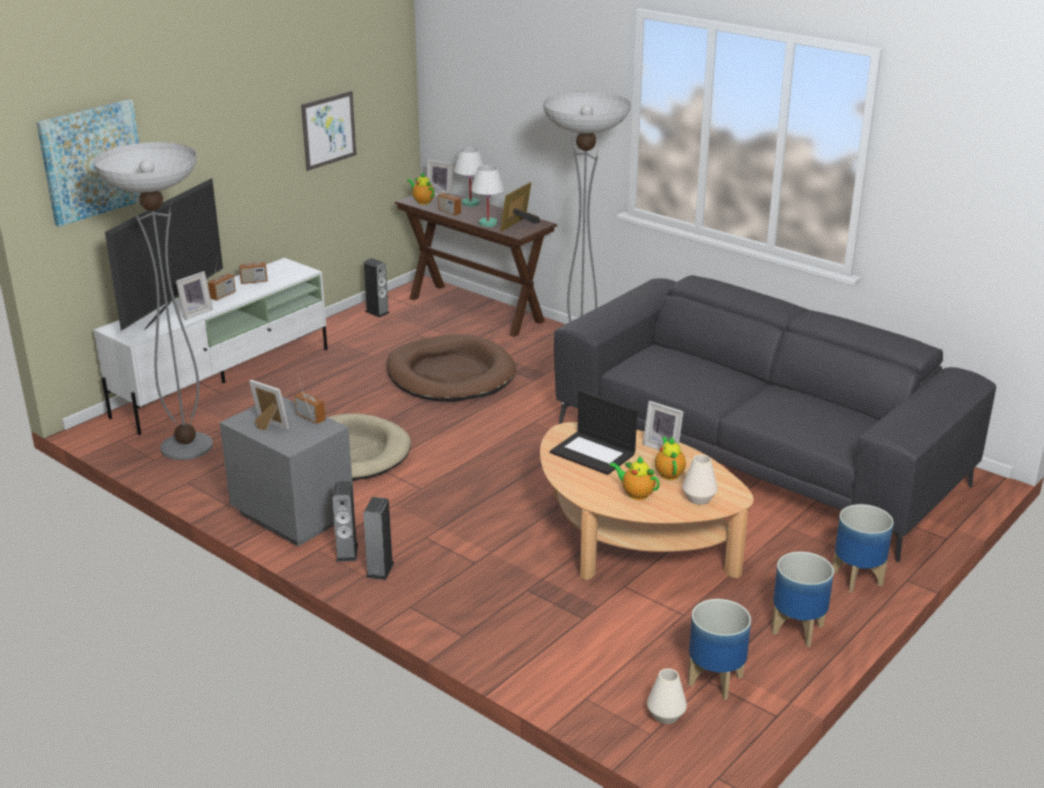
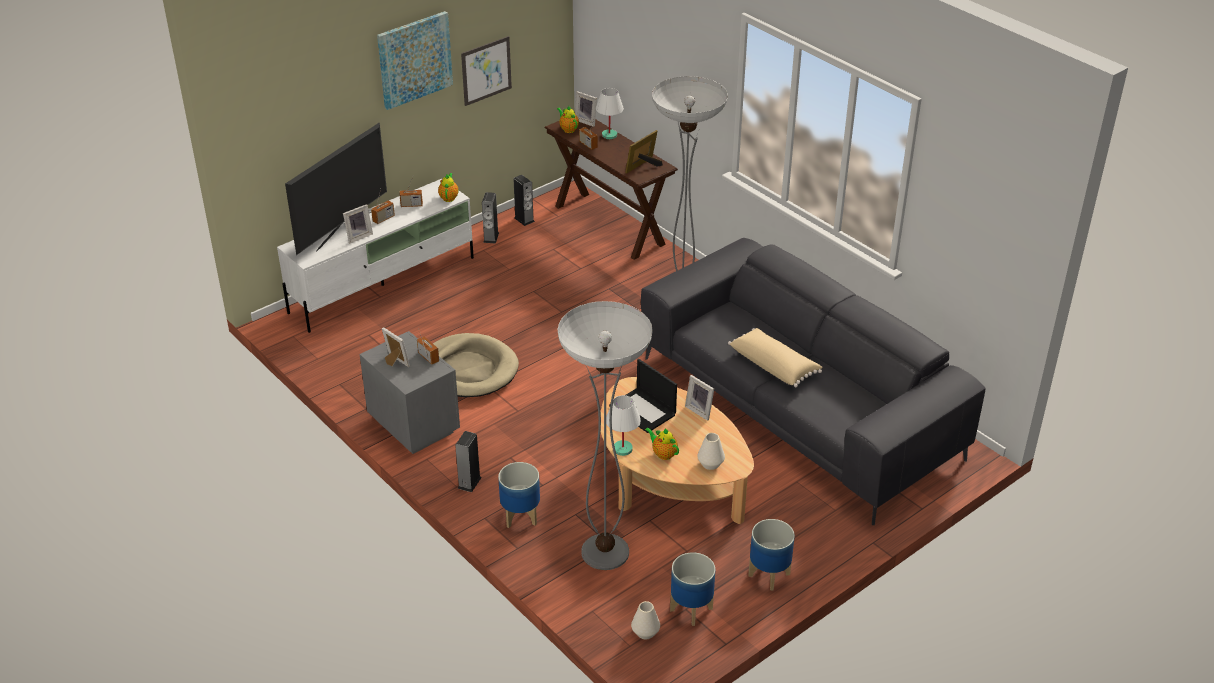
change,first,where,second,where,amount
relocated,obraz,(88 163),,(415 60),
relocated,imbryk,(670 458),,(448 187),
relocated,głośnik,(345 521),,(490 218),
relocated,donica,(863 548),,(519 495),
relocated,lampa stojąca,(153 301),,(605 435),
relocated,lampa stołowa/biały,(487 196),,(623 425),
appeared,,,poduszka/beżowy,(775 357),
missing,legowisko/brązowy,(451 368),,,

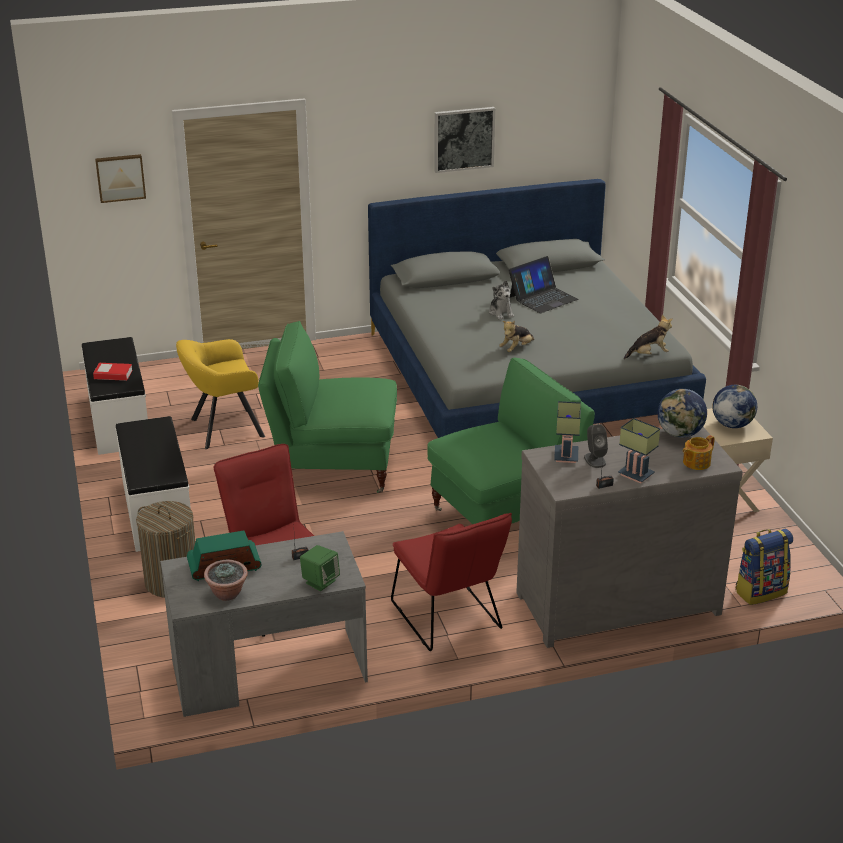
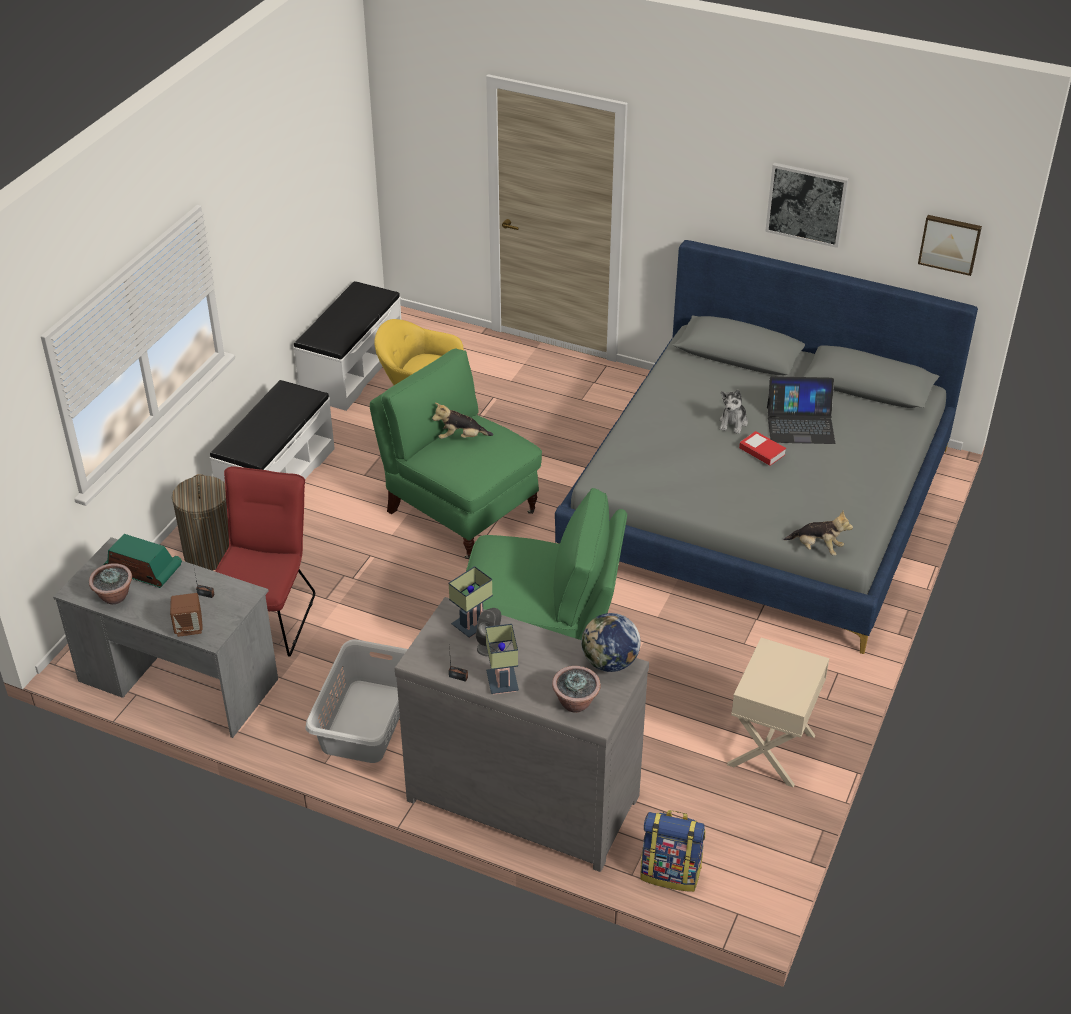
change,first,where,second,where,amount
colour,głośnik/zielony,(320 568),głośnik/brązowy,(186 615),
exchanged,krzesło/czerwony,(451 582),kosz na pranie/szary,(356 701),
relocated,pluszak,(516 336),,(462 421),
exchanged,imbryk,(699 452),roślina doniczkowa,(576 689),
relocated,książka,(113 372),,(762 448),
relocated,obraz,(120 178),,(950 245),
missing,globus,(735 406),,,

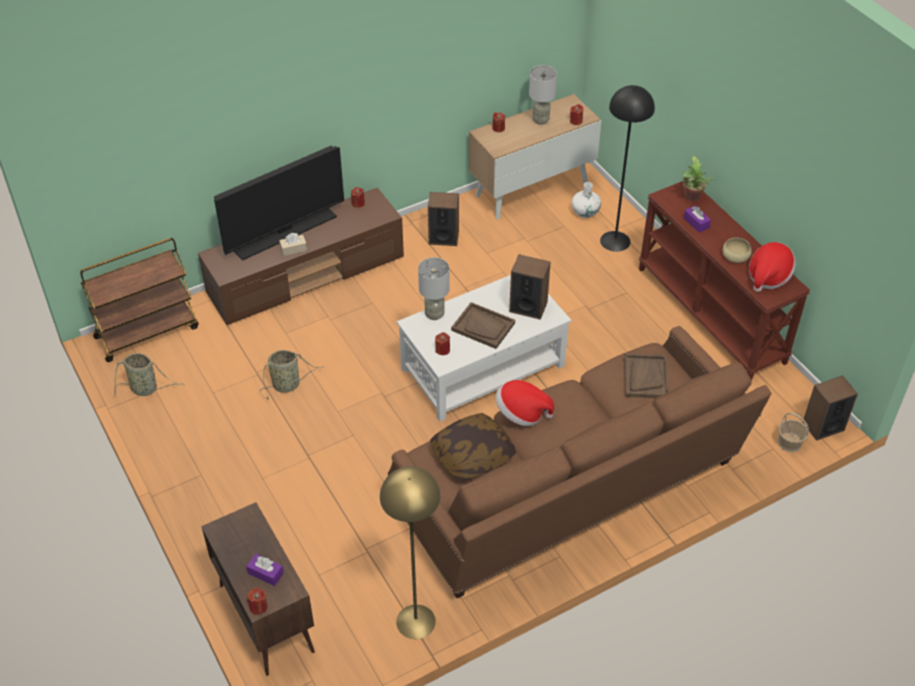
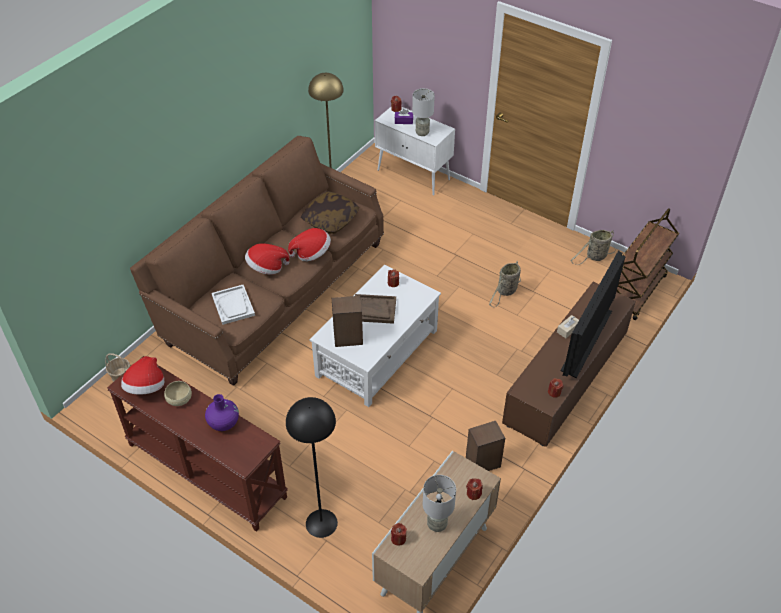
change,first,where,second,where,amount
exchanged,pudełko chusteczek/fioletowy,(697 219),wazon/fioletowy,(222 412),
colour,taca/brązowy,(646 375),taca/biały,(233 305),
appeared,,,kapelusz,(267 259),
colour,szafka/brązowy,(258 589),szafka/biały,(415 151),
relocated,lampa stołowa/szary,(434 288),,(423 112),
missing,wazon/biały,(586 200),,,
missing,roślina doniczkowa,(698 178),,,
missing,głośnik,(830 408),,,

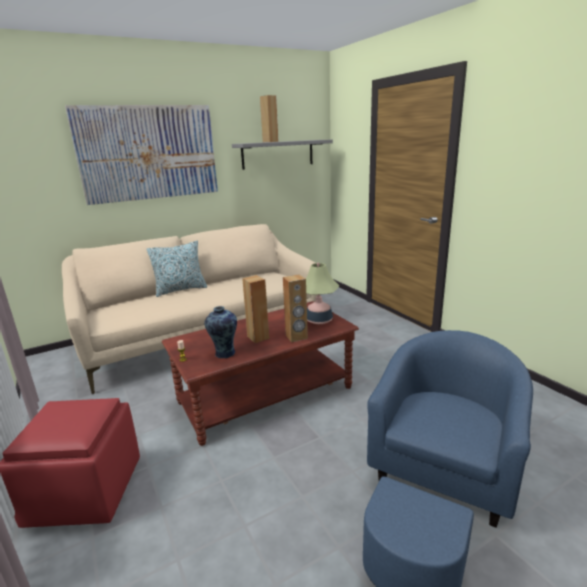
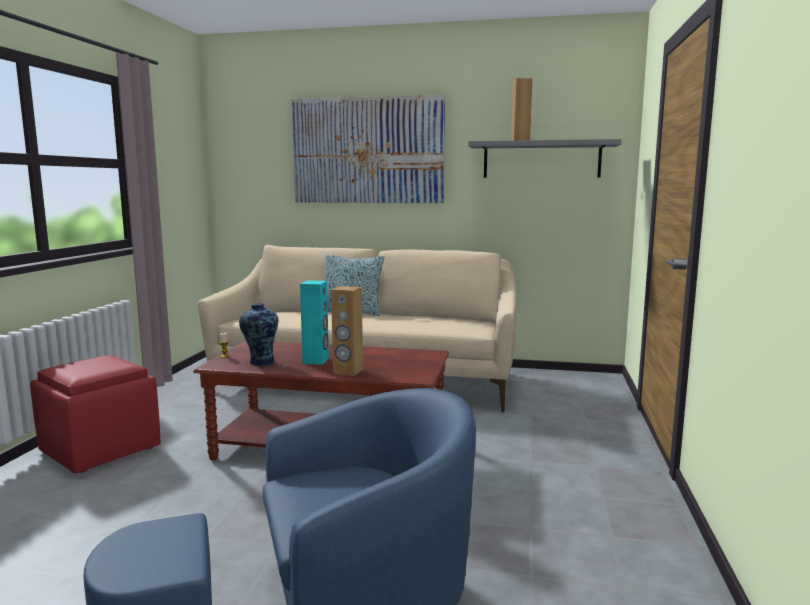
change,first,where,second,where,amount
colour,głośnik/brązowy,(255 309),głośnik/turkusowy,(314 323),
missing,lampa stołowa,(322 293),,,

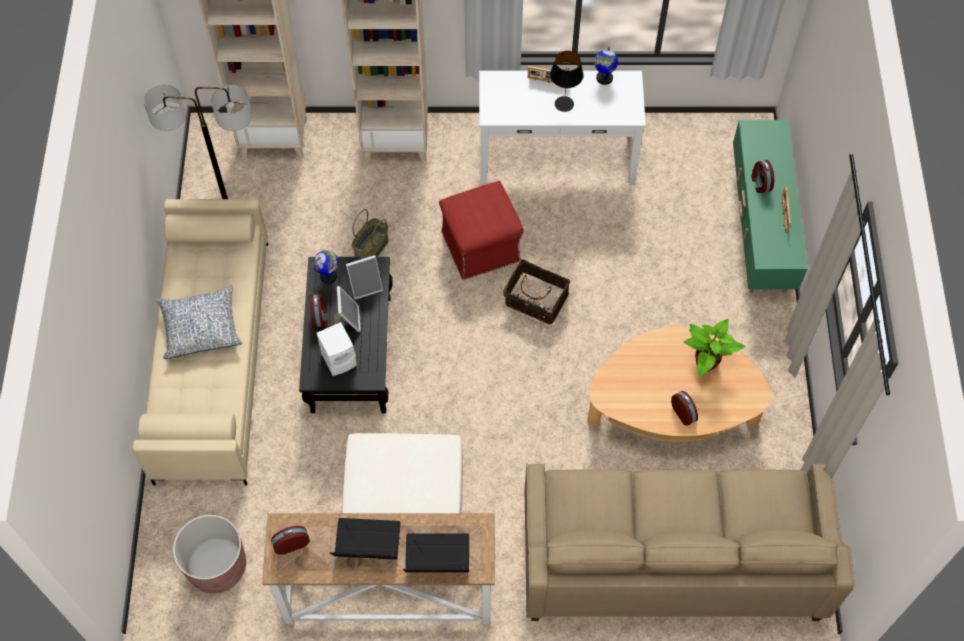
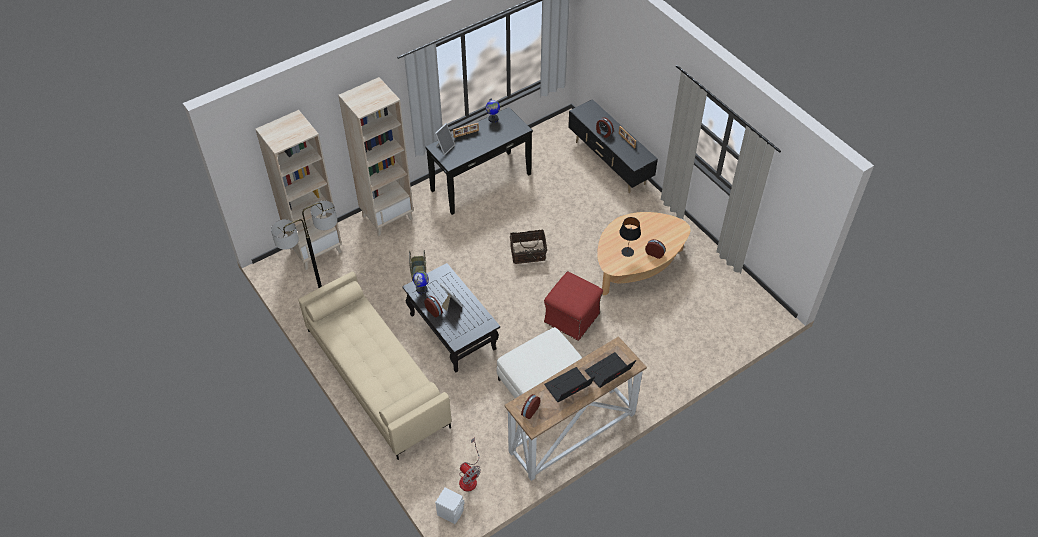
change,first,where,second,where,amount
colour,stolik konsolowy/biały,(562 128),stolik konsolowy/czarny,(479 161),
relocated,ramka na zdjęcie,(364 277),,(445 139),
relocated,głośnik/biały,(337 349),,(449 505),
exchanged,donica/brązowy,(209 554),wentylator,(470 464),
relocated,pufa/czerwony,(481 230),,(573 306),
colour,szafka pod telewizor/zielony,(770 206),szafka pod telewizor/czarny,(613 146),
relocated,lampa stołowa/czarny,(567 81),,(630 237),
missing,poduszka,(199 322),,,
missing,kanapa/beżowy,(689 542),,,
missing,roślina doniczkowa,(714 347),,,

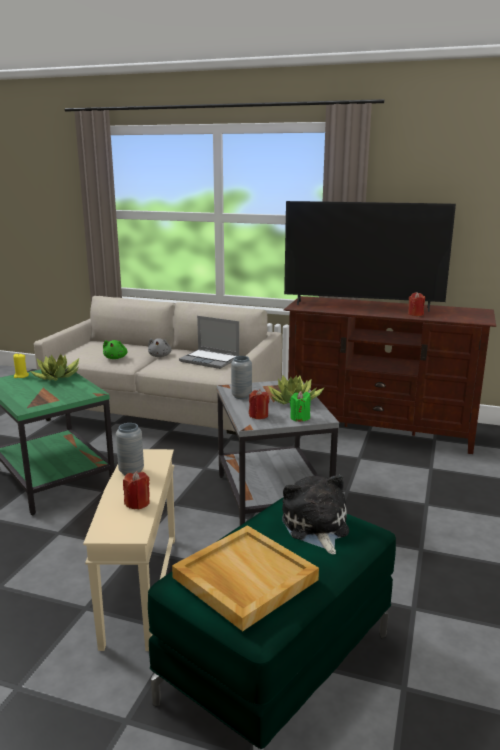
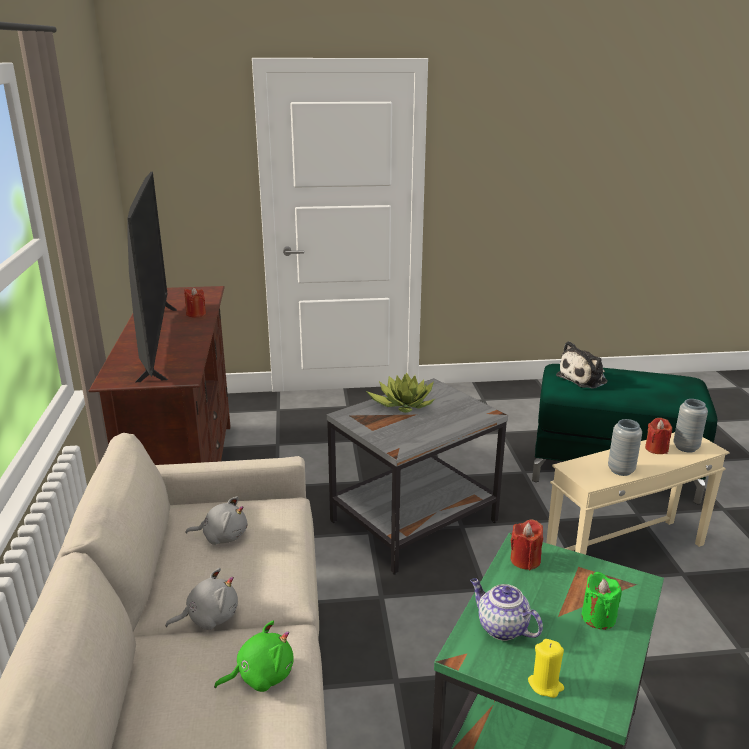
change,first,where,second,where,amount
exchanged,laptop,(209 342),pluszak/szary,(217 520),
exchanged,roślina doniczkowa,(54 367),imbryk,(506 609),
relocated,świeca/czerwony,(259 404),,(527 544),
relocated,świeca/zielony,(300 406),,(601 601),
relocated,wazon/szary,(241 377),,(690 426),
missing,taca/beżowy,(245 578),,,

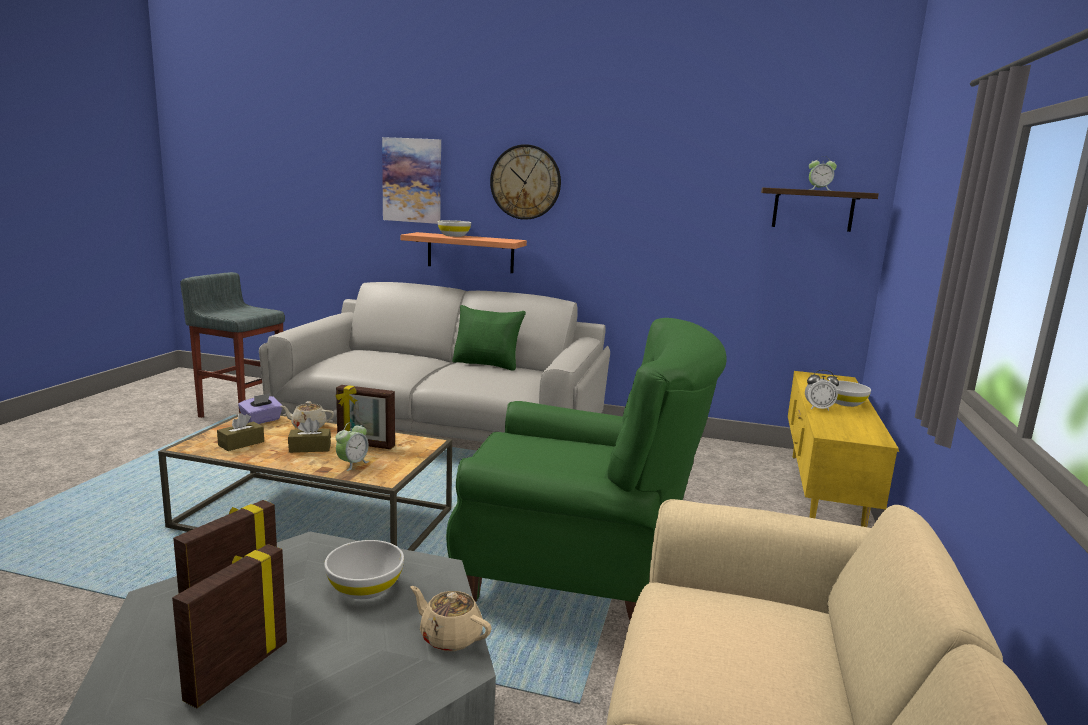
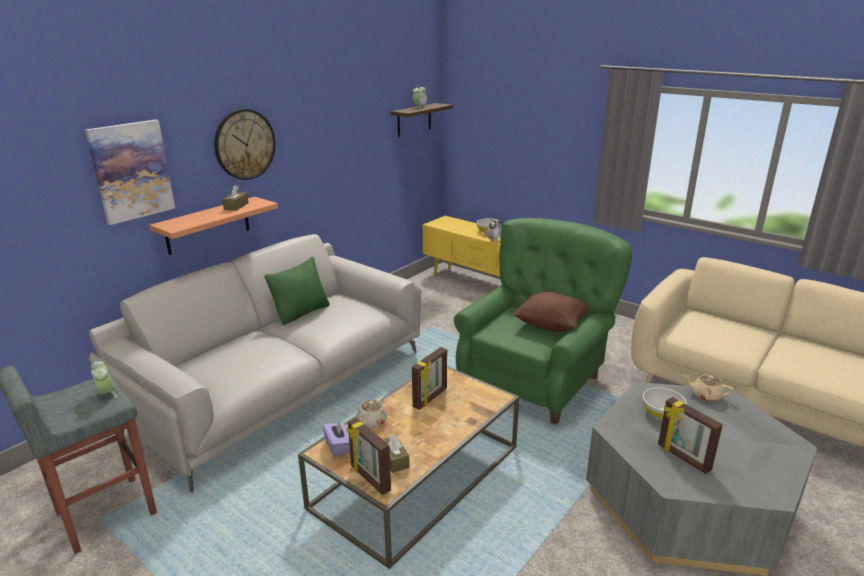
change,first,where,second,where,amount
relocated,budzik,(352 446),,(104 379),
relocated,pudełko chusteczek/brązowy,(309 435),,(235 198),
relocated,ramka na zdjęcie,(229 626),,(369 456),
appeared,,,poduszka/brązowy,(551 312),
spun,imbryk/beżowy,(451 618),,(708 388),60 degrees clockwise
missing,miska/biały,(454 228),,,

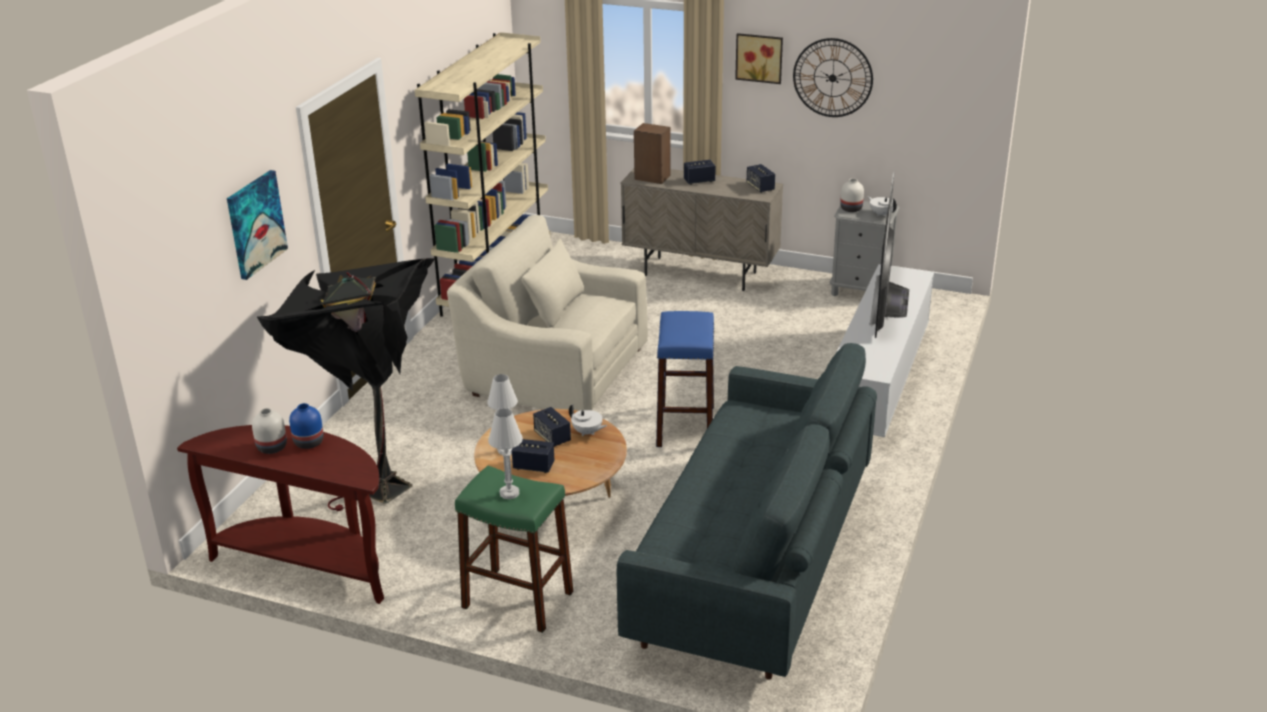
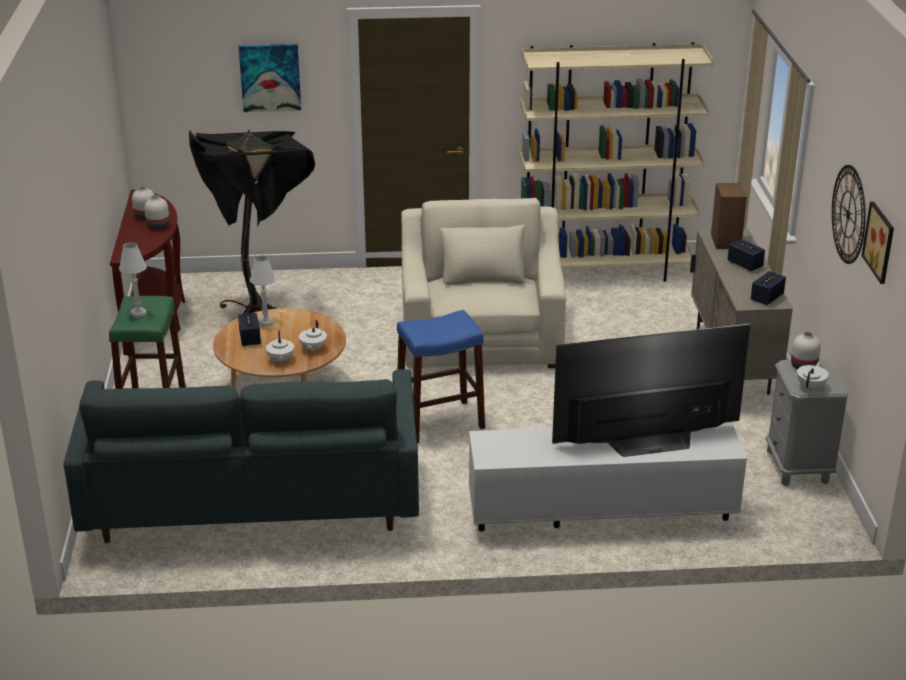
change,first,where,second,where,amount
colour,wazon/niebieski,(306 426),wazon/biały,(156 212),
appeared,,,imbryk/biały,(280 347),
relocated,obraz,(759 58),,(877 242),
missing,głośnik,(552 427),,,

